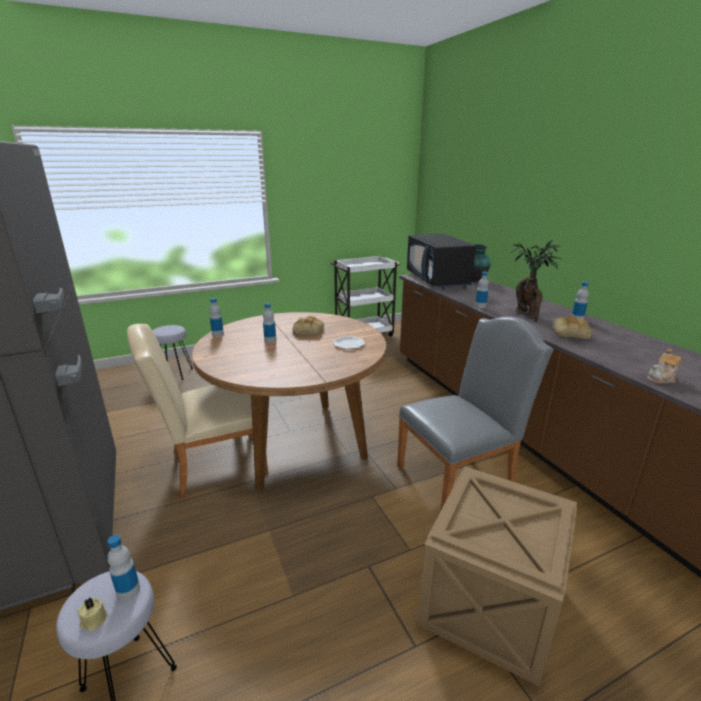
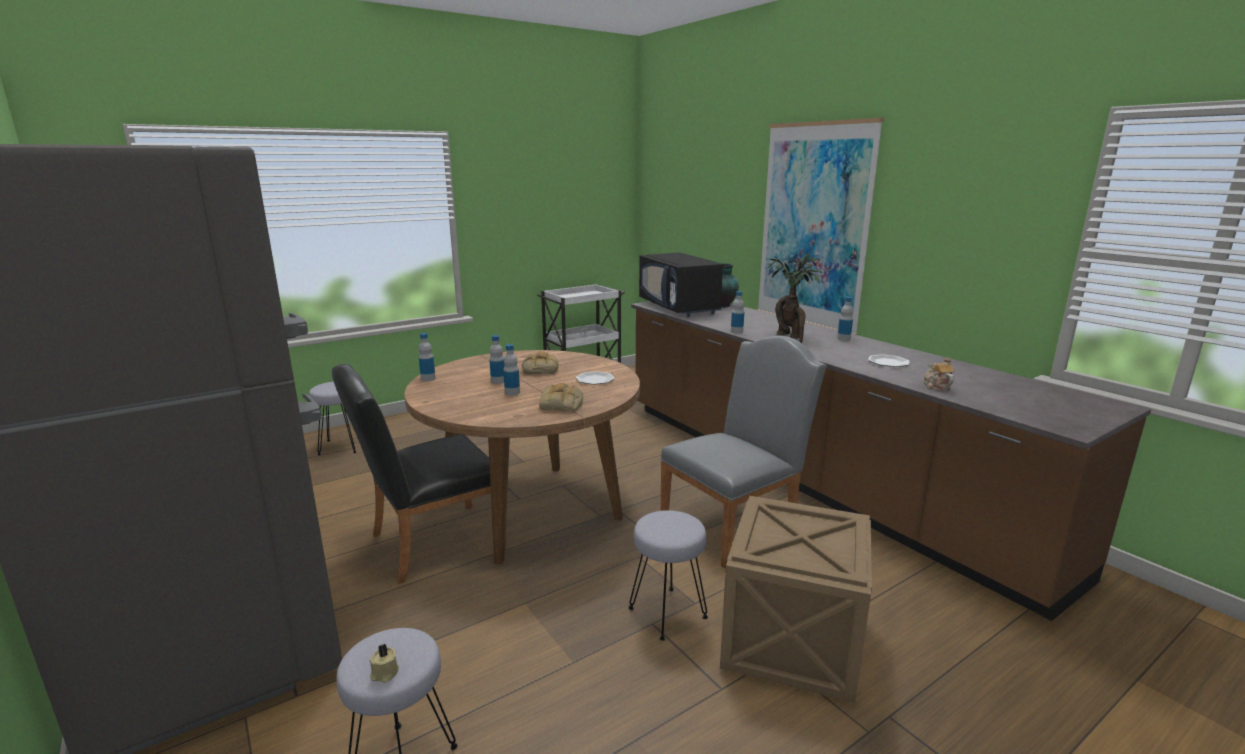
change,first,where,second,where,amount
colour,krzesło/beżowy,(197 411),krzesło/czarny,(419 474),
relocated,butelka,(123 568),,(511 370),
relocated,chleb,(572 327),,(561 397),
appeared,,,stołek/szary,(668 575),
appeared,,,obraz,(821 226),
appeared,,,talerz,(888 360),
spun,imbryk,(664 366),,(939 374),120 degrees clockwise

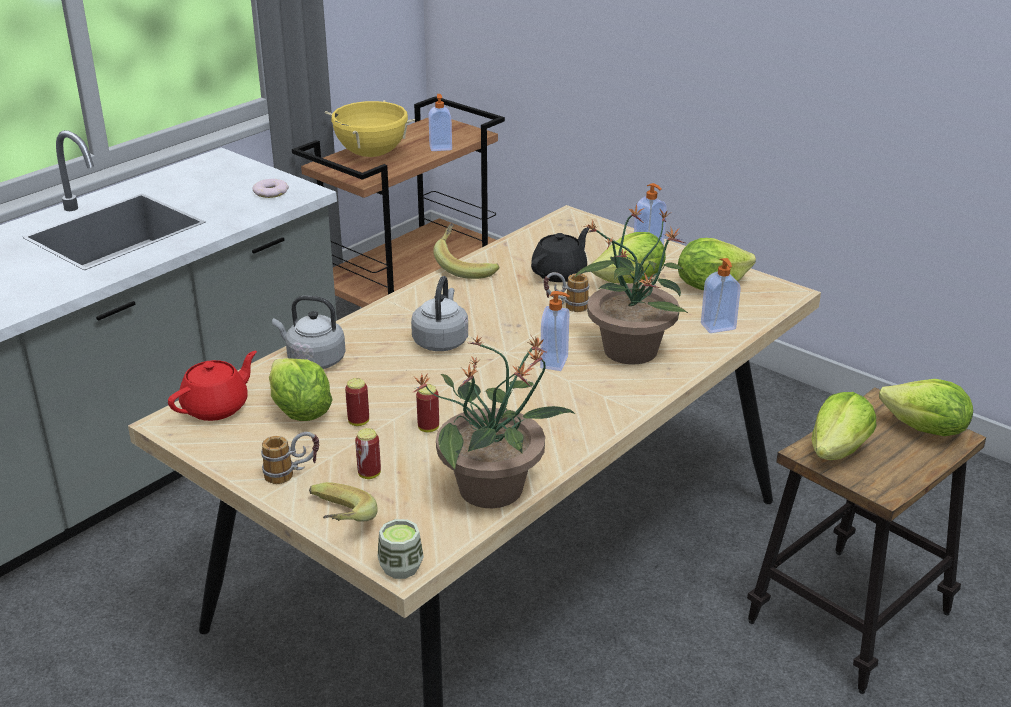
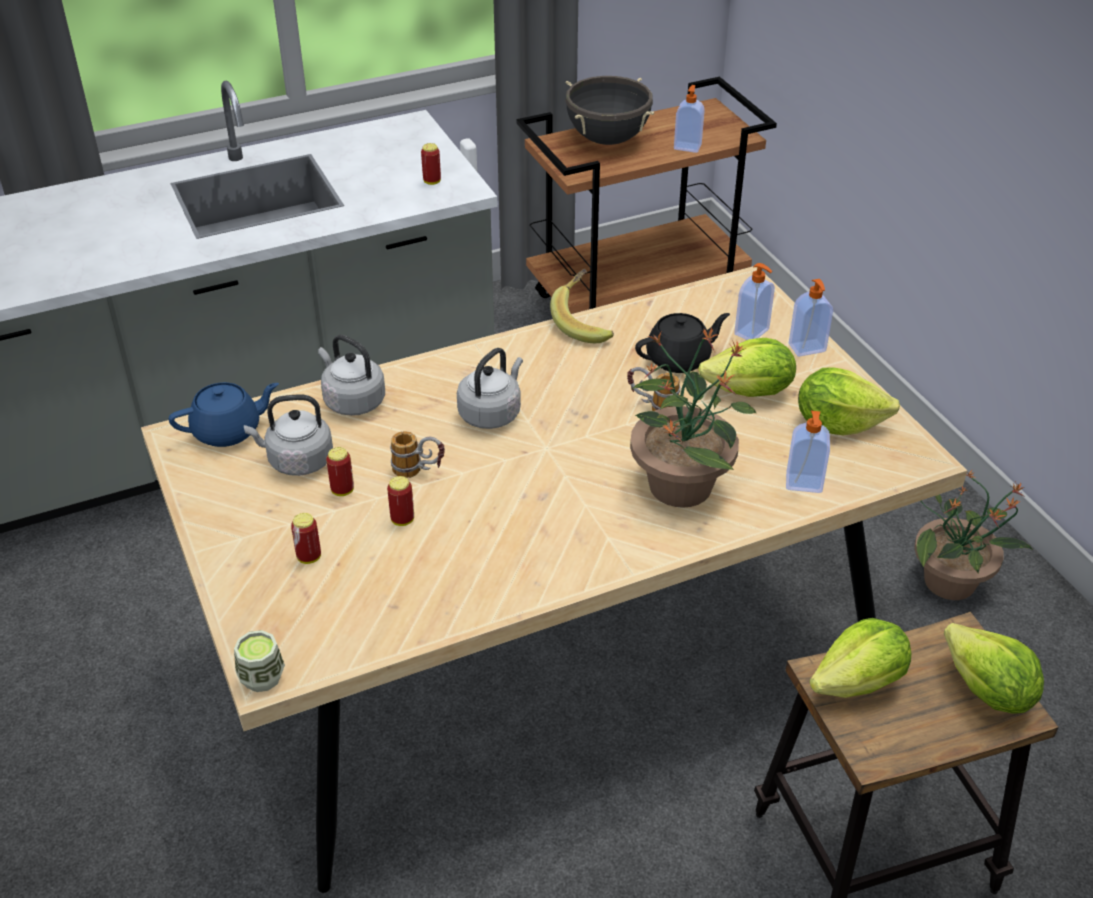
change,first,where,second,where,amount
colour,imbryk/czerwony,(212 386),imbryk/niebieski,(224 414),
exchanged,sałata,(301 389),czajnik/szary,(288 435),
relocated,kubek,(290 458),,(417 454),
exchanged,donut,(270 188),puszka,(431 164),
colour,garnek/żółty,(370 128),garnek/czarny,(609 110),
relocated,dozownik mydła,(554 331),,(754 301),
relocated,roślina doniczkowa,(494 421),,(974 535),
missing,banan,(343 502),,,

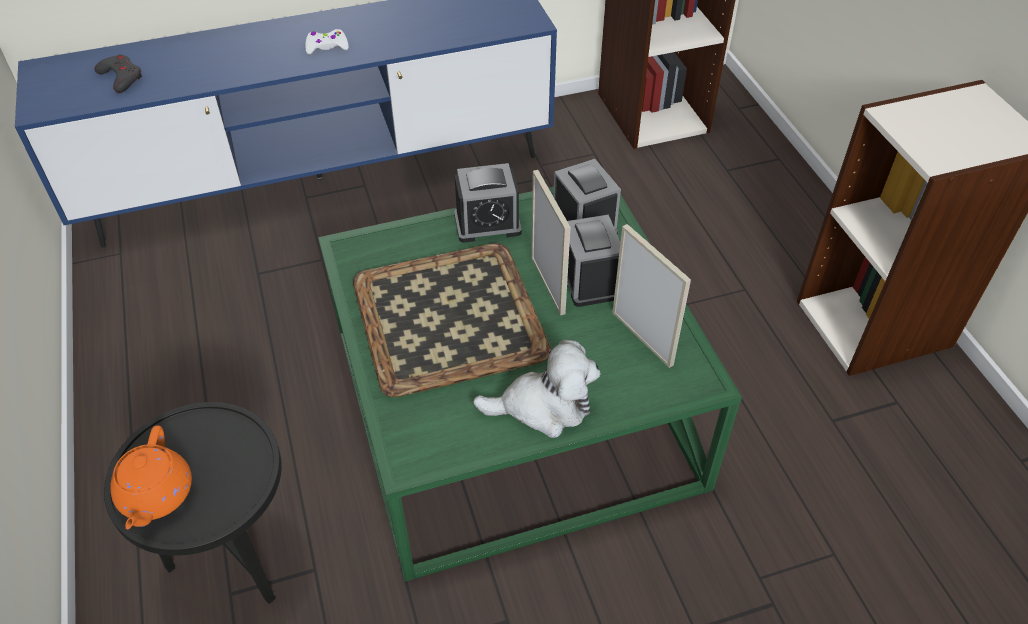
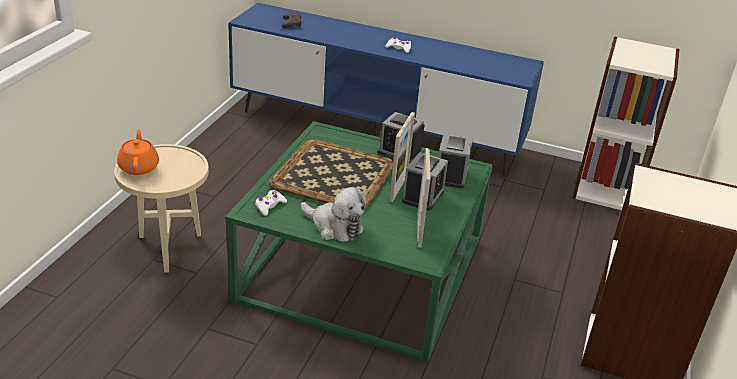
change,first,where,second,where,amount
colour,stolik/czarny,(193 503),stolik/beżowy,(161 208),
spun,imbryk/pomarańczowy,(151 477),,(138 152),135 degrees clockwise
appeared,,,pad do gier/biały,(271 203),

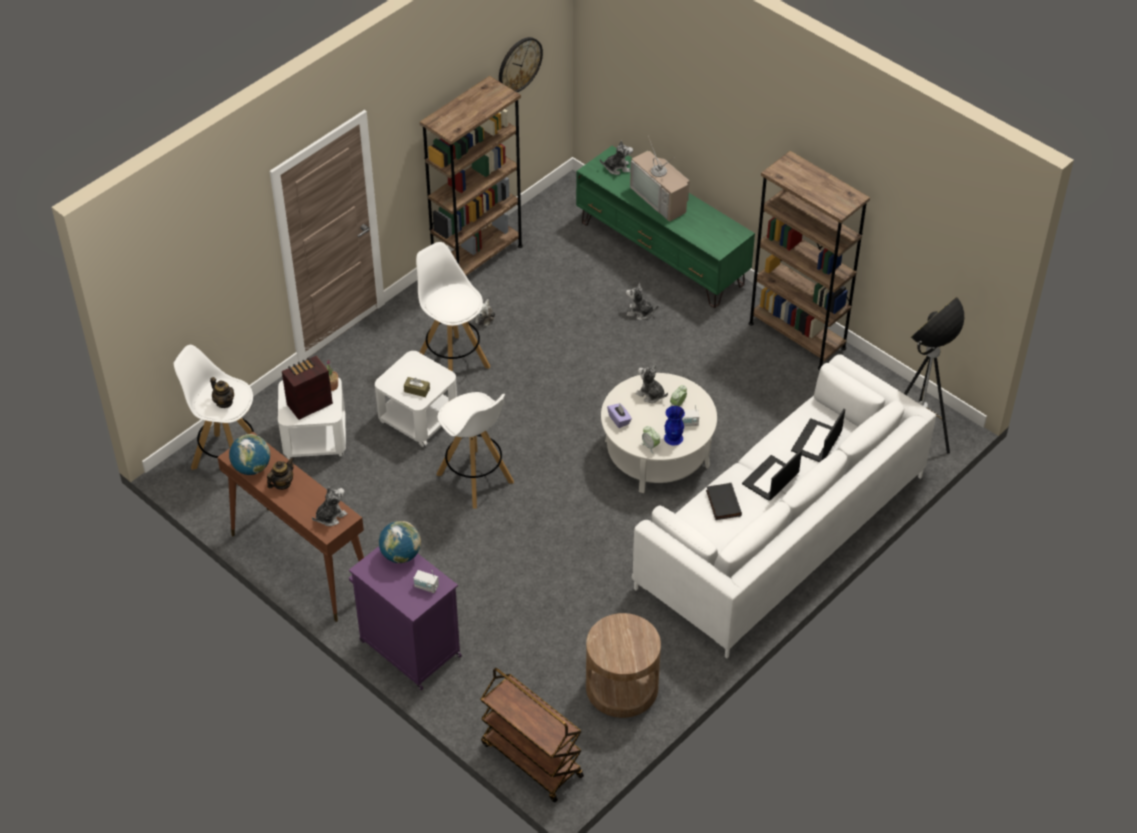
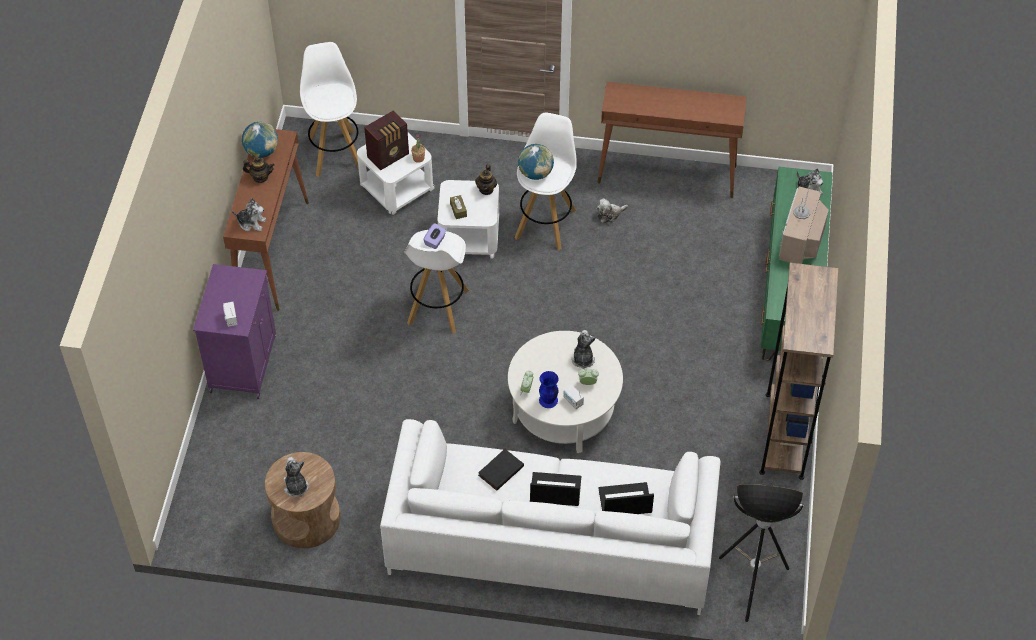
change,first,where,second,where,amount
relocated,pluszak,(642 301),,(296 477),
spun,radio,(307 388),,(386 140),120 degrees clockwise
relocated,pudełko chusteczek/fioletowy,(619 415),,(435 236),
relocated,imbryk,(222 392),,(486 179),
relocated,globus,(400 542),,(536 162),
exchanged,regał/brązowy,(471 176),stolik konsolowy/brązowy,(672 140),
missing,wózek/brązowy,(532 735),,,
missing,zegar ścienny,(521 64),,,

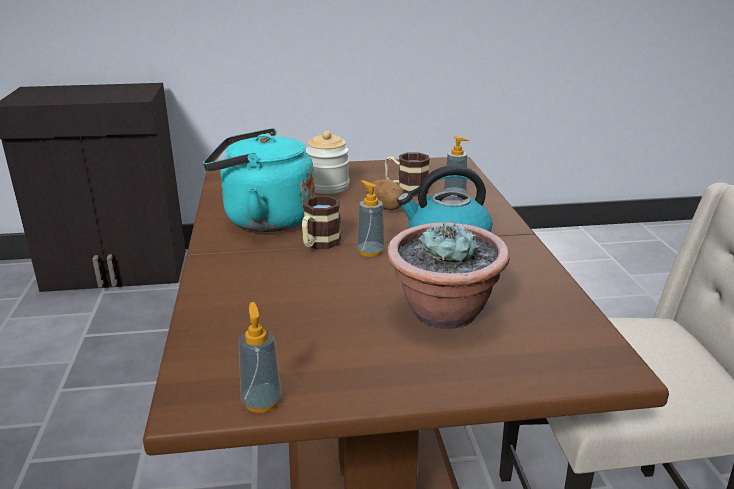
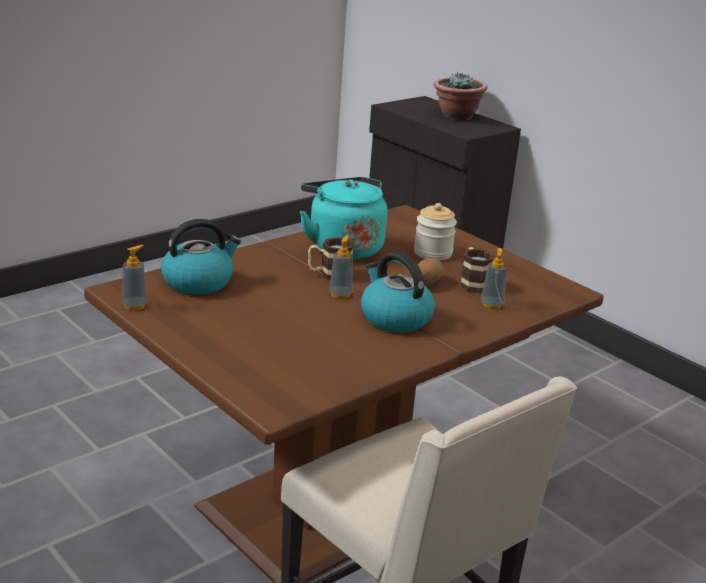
change,first,where,second,where,amount
appeared,,,czajnik,(201 257),
relocated,roślina doniczkowa,(448 275),,(461 96),

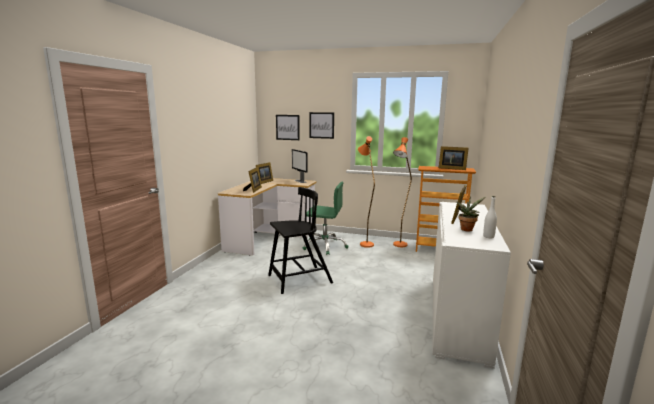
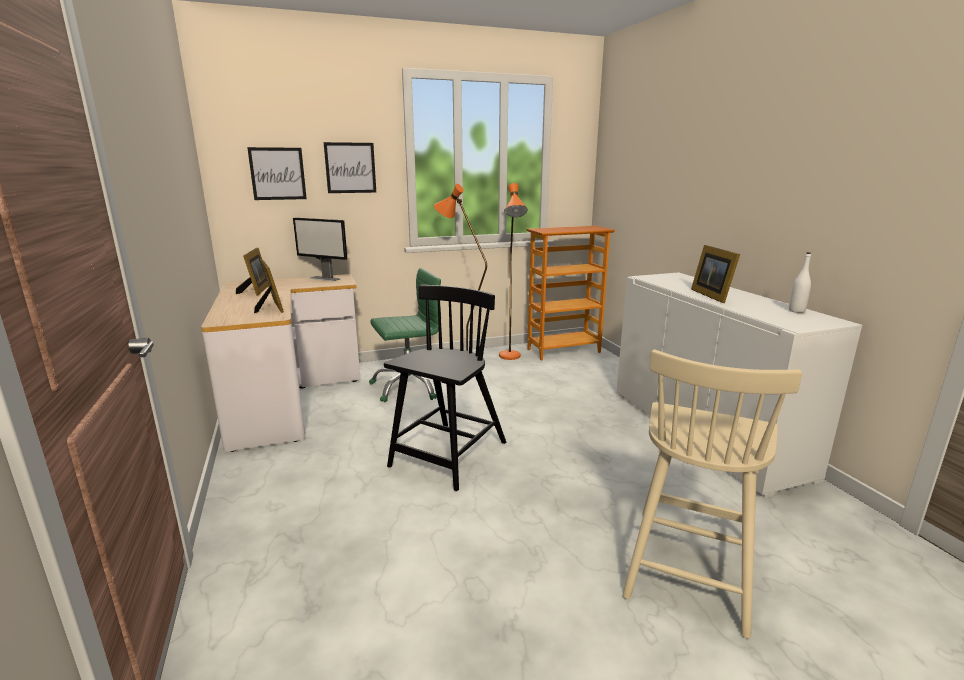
change,first,where,second,where,amount
appeared,,,krzesło/beżowy,(712 494),
missing,ramka na zdjęcie,(454 158),,,
missing,roślina doniczkowa,(471 213),,,

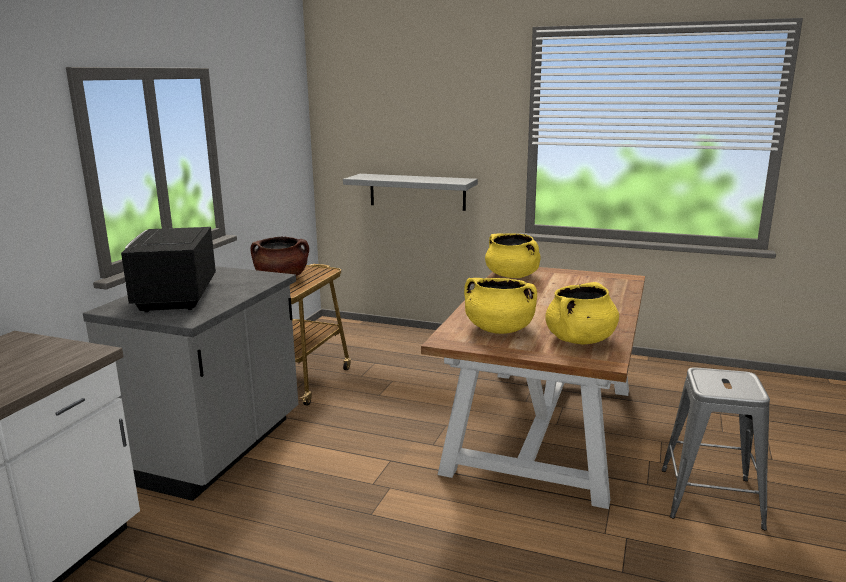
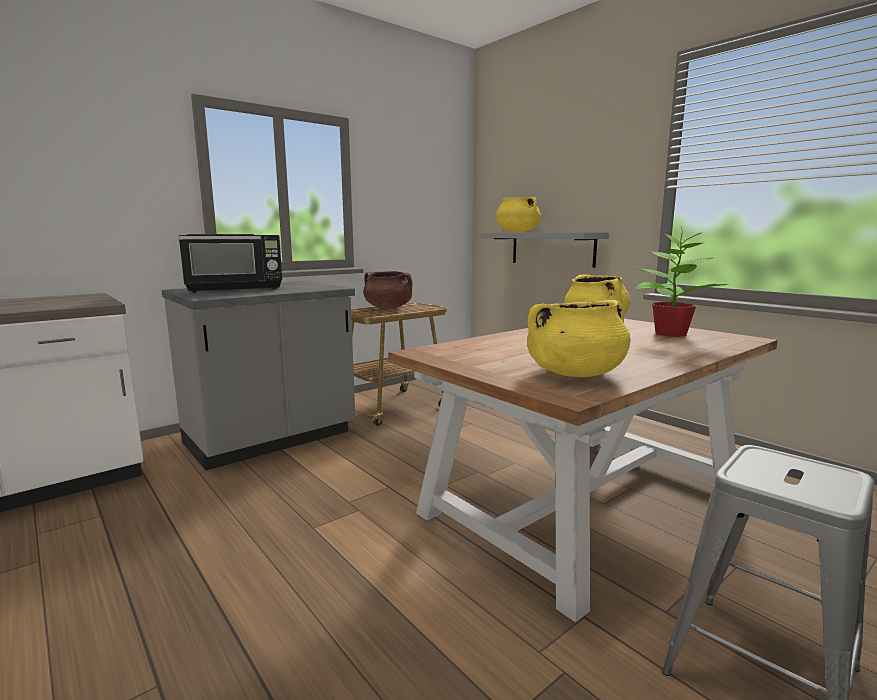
change,first,where,second,where,amount
spun,mikrofalówka/czarny,(168 269),,(230 263),135 degrees counterclockwise
relocated,garnek/żółty,(500 306),,(518 214),
appeared,,,roślina doniczkowa,(682 282),

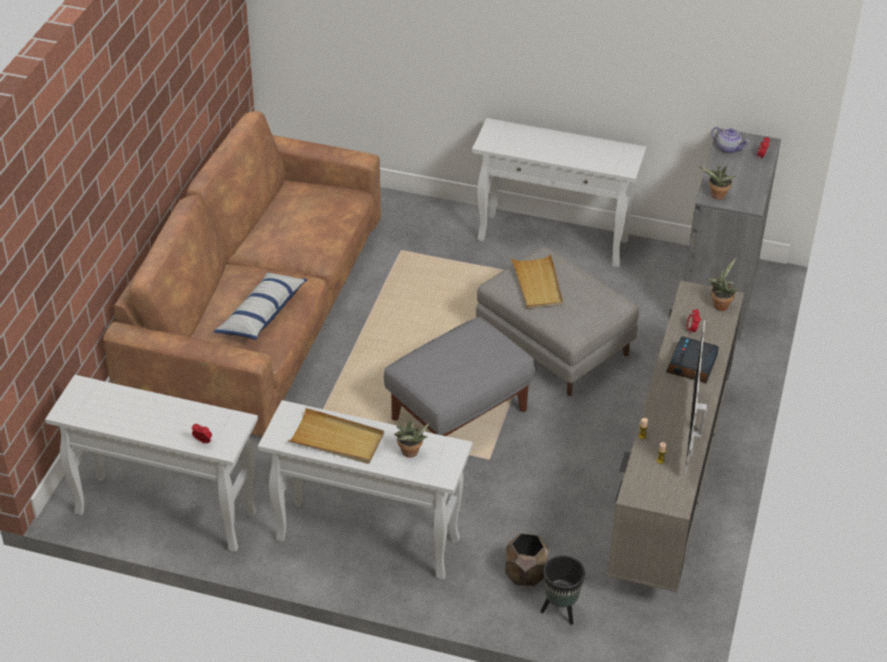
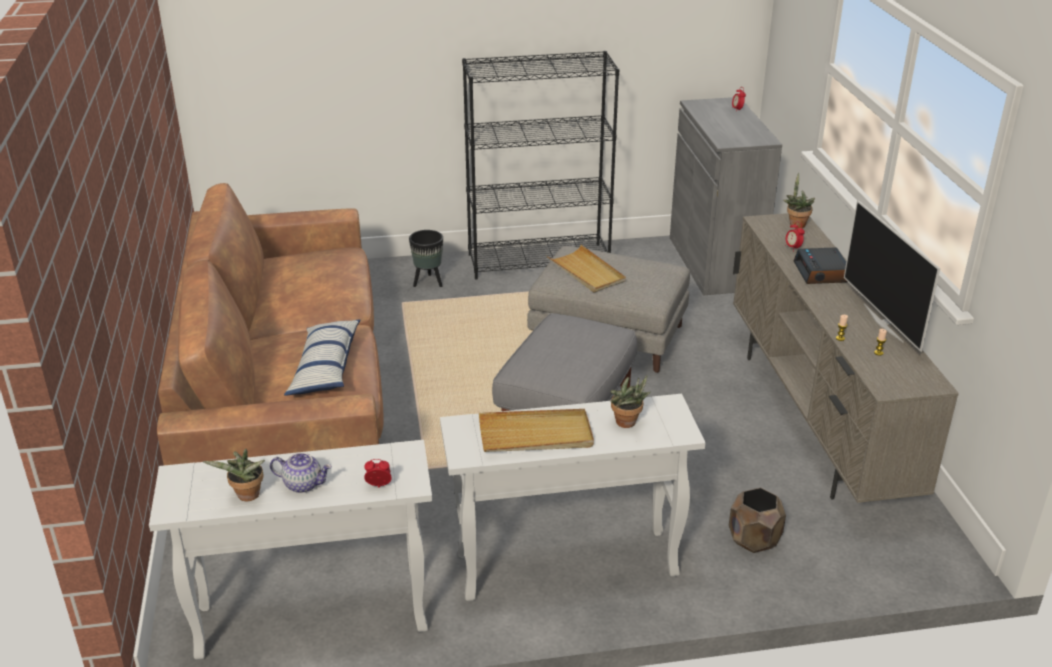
change,first,where,second,where,amount
relocated,roślina doniczkowa,(717 183),,(234 474),
relocated,imbryk,(730 140),,(301 473),
relocated,donica/czarny,(562 590),,(426 258),
exchanged,stolik konsolowy/biały,(559 193),regał/czarny,(540 165),

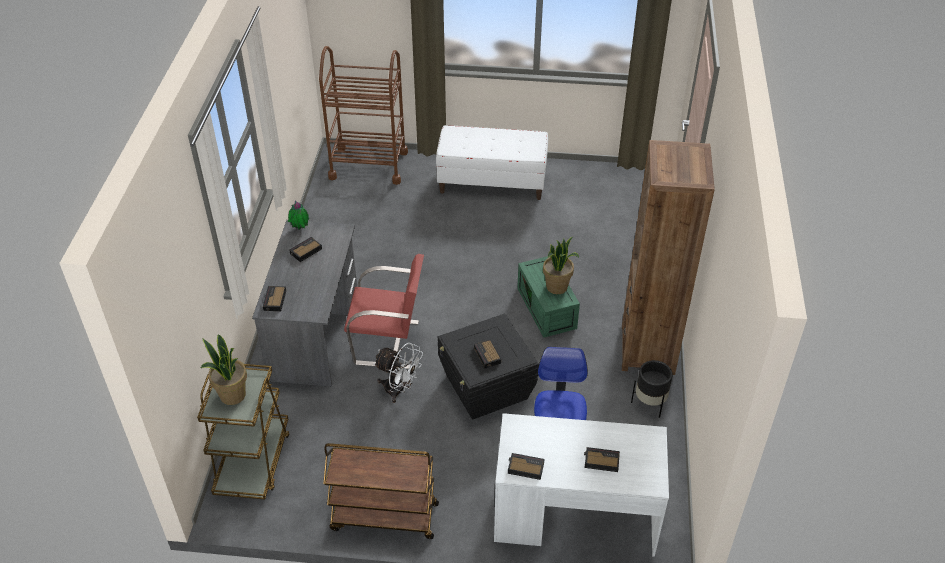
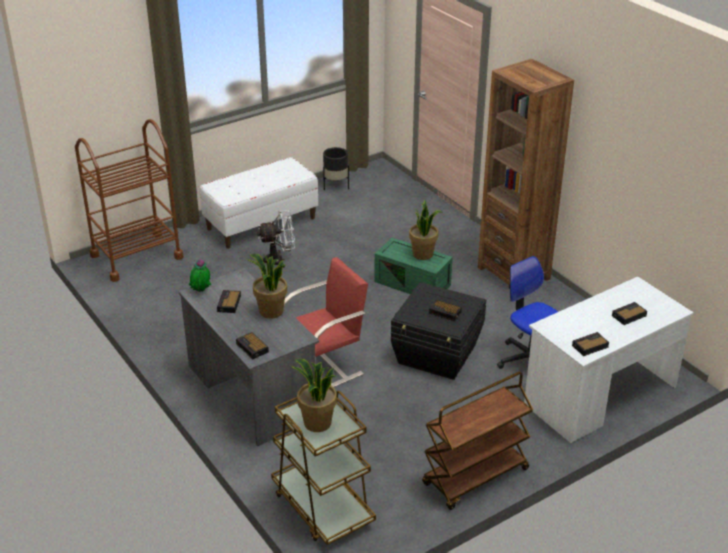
change,first,where,second,where,amount
appeared,,,roślina doniczkowa,(267 286),
relocated,wentylator/biały,(398 373),,(276 239),
relocated,donica/czarny,(652 389),,(336 168),

